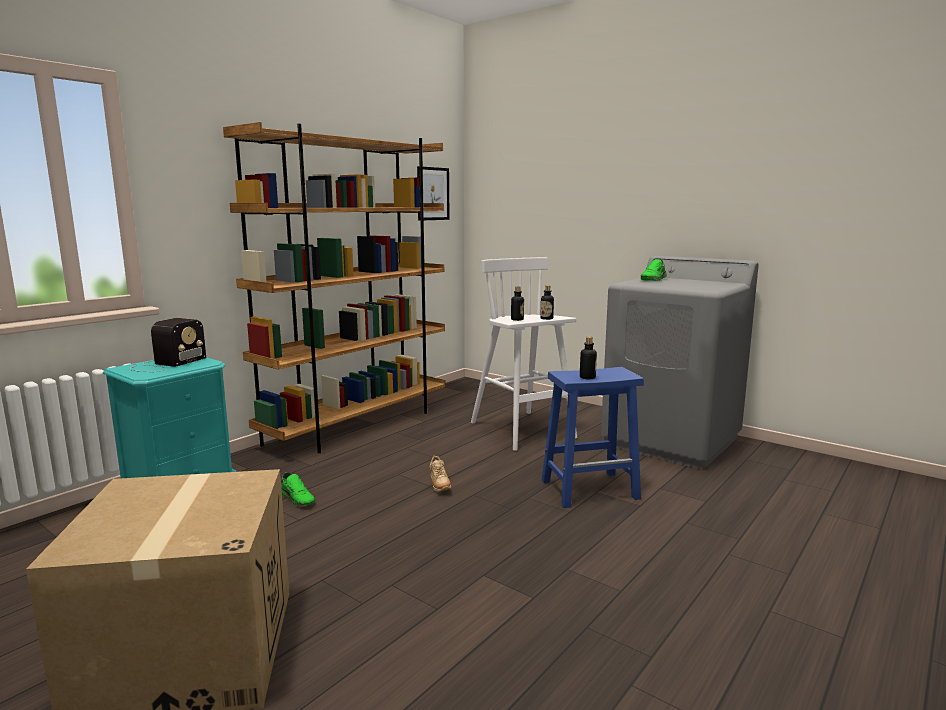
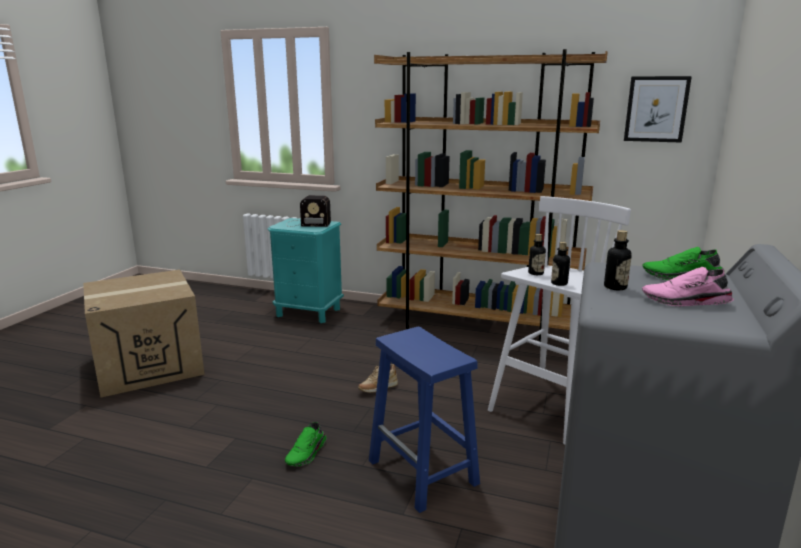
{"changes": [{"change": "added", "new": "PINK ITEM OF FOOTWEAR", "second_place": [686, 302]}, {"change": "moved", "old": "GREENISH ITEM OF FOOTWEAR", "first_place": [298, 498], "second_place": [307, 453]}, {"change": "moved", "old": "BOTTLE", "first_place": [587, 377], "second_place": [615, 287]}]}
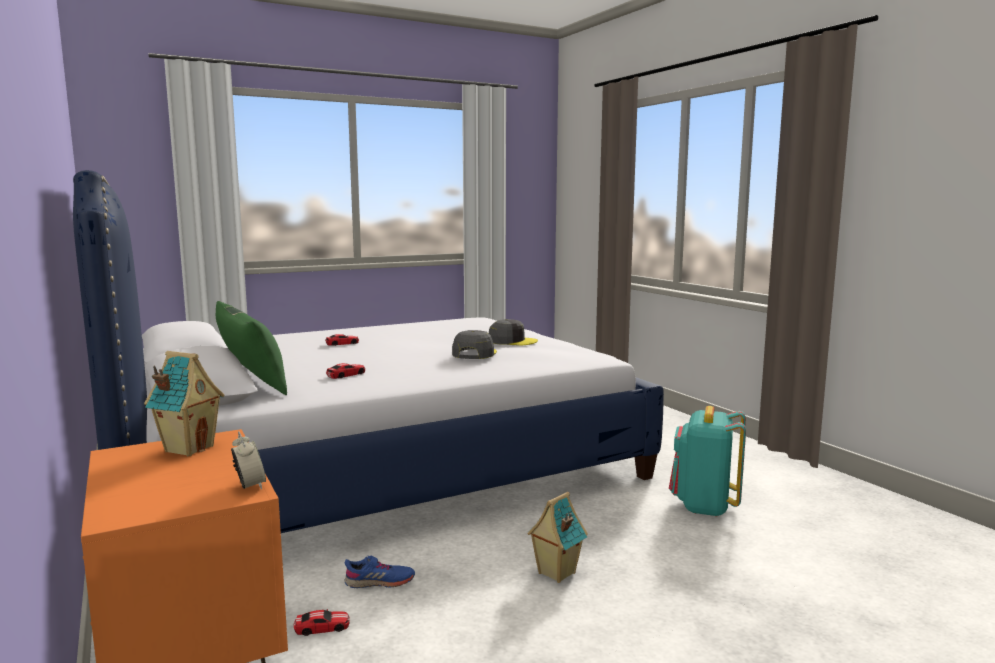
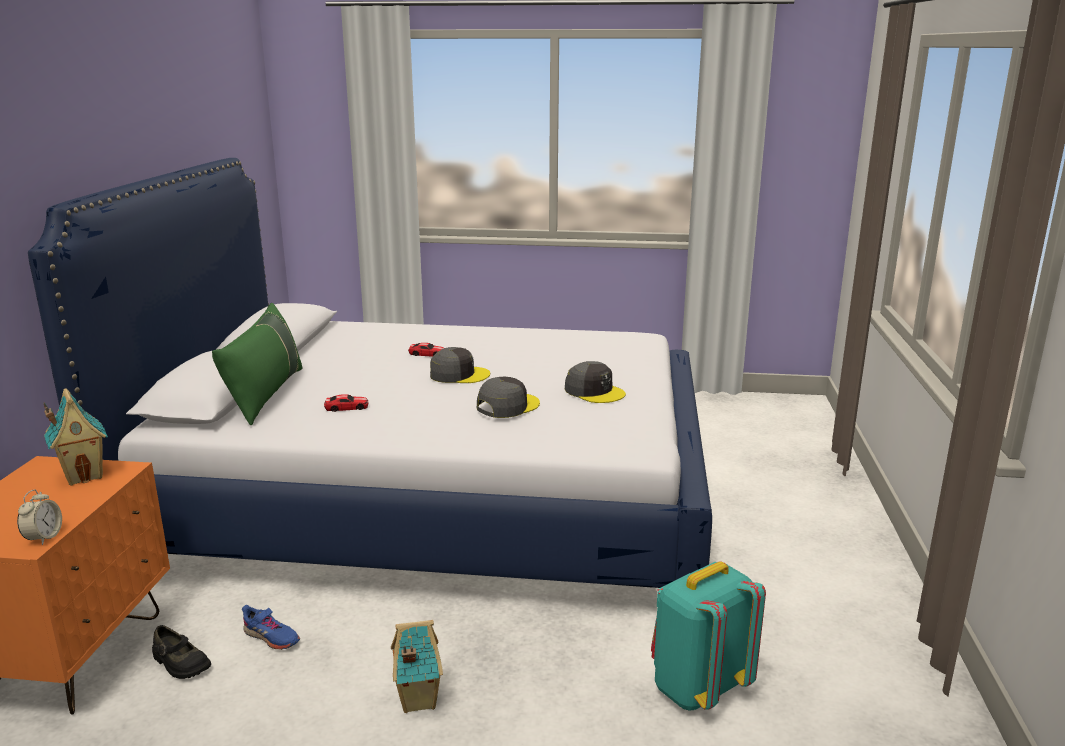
{"changes": [{"change": "added", "new": "GREYISH BASEBALL CAP", "second_place": [459, 375]}, {"change": "replaced", "old": "MINIATURE CAR", "new": "BLACK ITEM OF FOOTWEAR", "first_place": [322, 627], "second_place": [180, 663]}]}
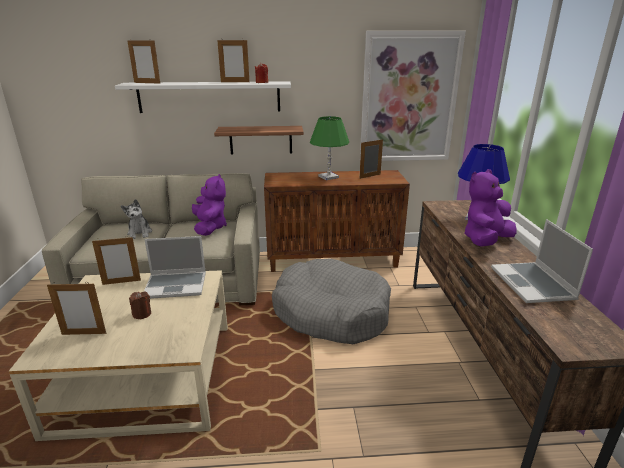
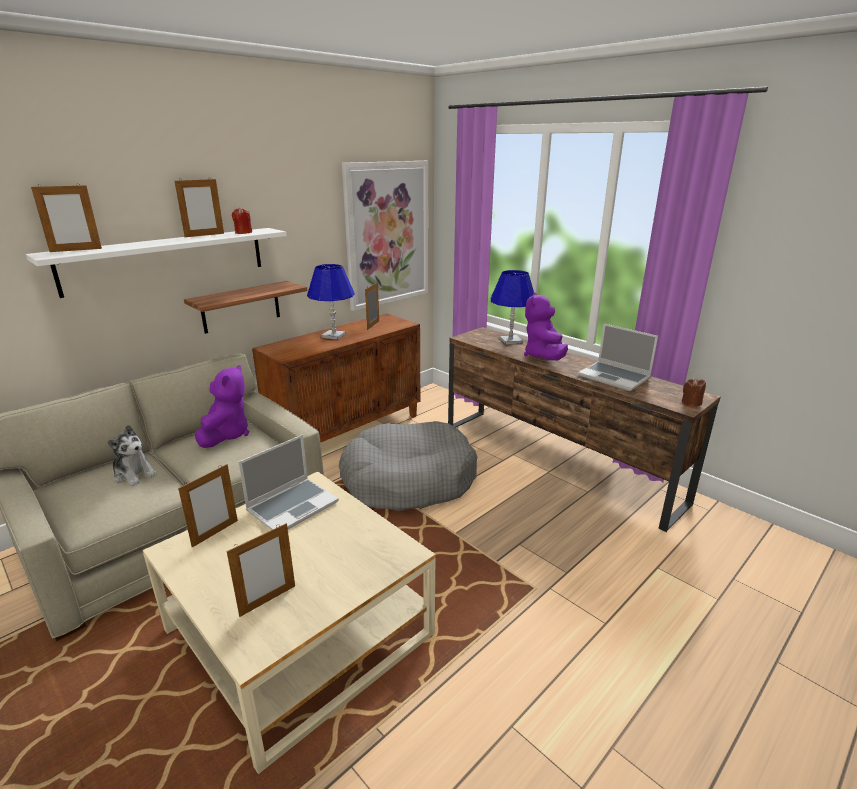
{"changes": [{"change": "moved", "old": "BROWN-COLOURED CANDLE", "first_place": [142, 314], "second_place": [691, 403]}, {"change": "recoloured", "old": "GREENISH LAMP FOR A TABLE", "new": "BLUE-COLOURED LAMP FOR A TABLE", "first_place": [328, 177], "second_place": [333, 335]}, {"change": "turned", "old": "PURPLISH SOFT TOY", "first_place": [210, 227], "second_place": [226, 435], "degrees": 60}]}
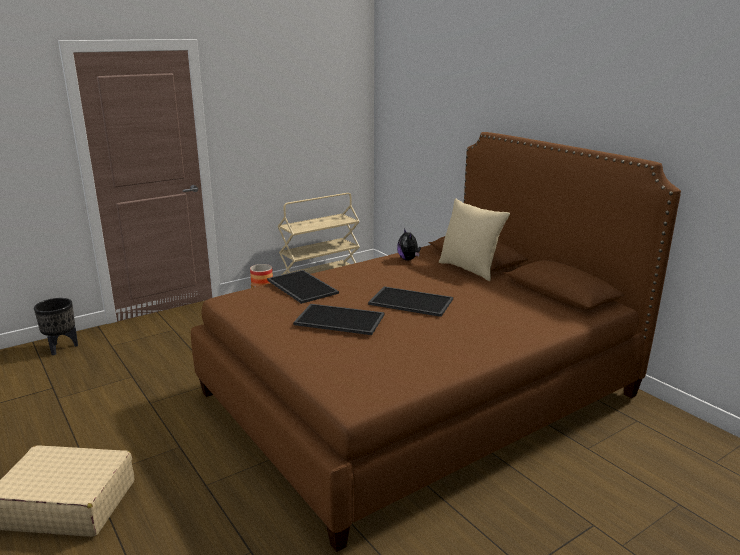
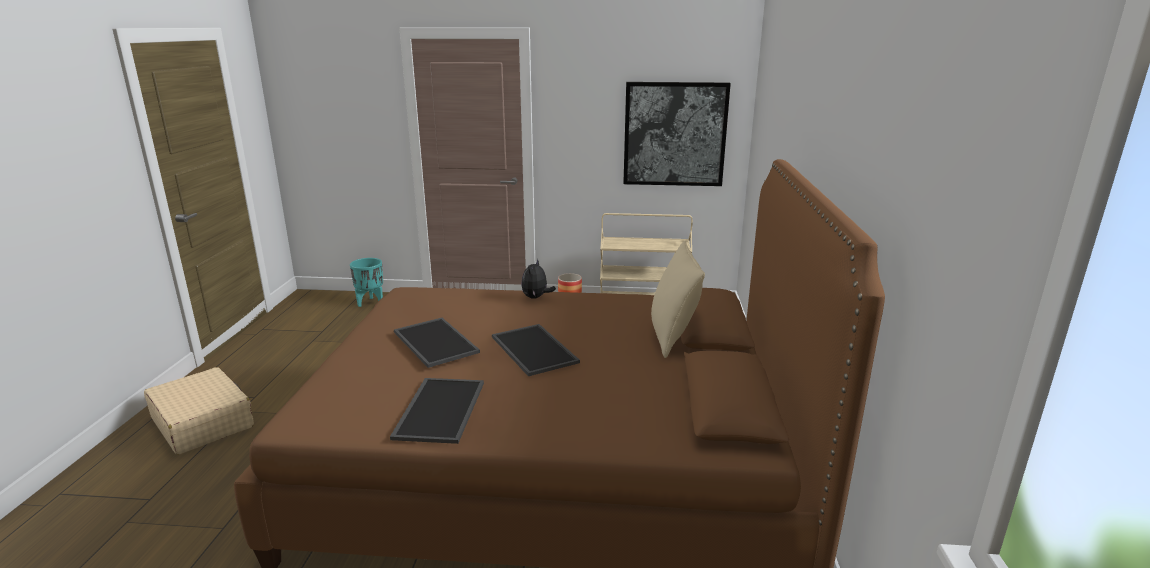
{"changes": [{"change": "added", "new": "WALL ART", "second_place": [674, 134]}, {"change": "moved", "old": "CARRYING TRAY", "first_place": [300, 287], "second_place": [439, 409]}, {"change": "moved", "old": "SOFT TOY", "first_place": [408, 259], "second_place": [536, 297]}, {"change": "recoloured", "old": "BLACK PLANT POT", "new": "TURQUOISE PLANT POT", "first_place": [61, 348], "second_place": [371, 302]}]}
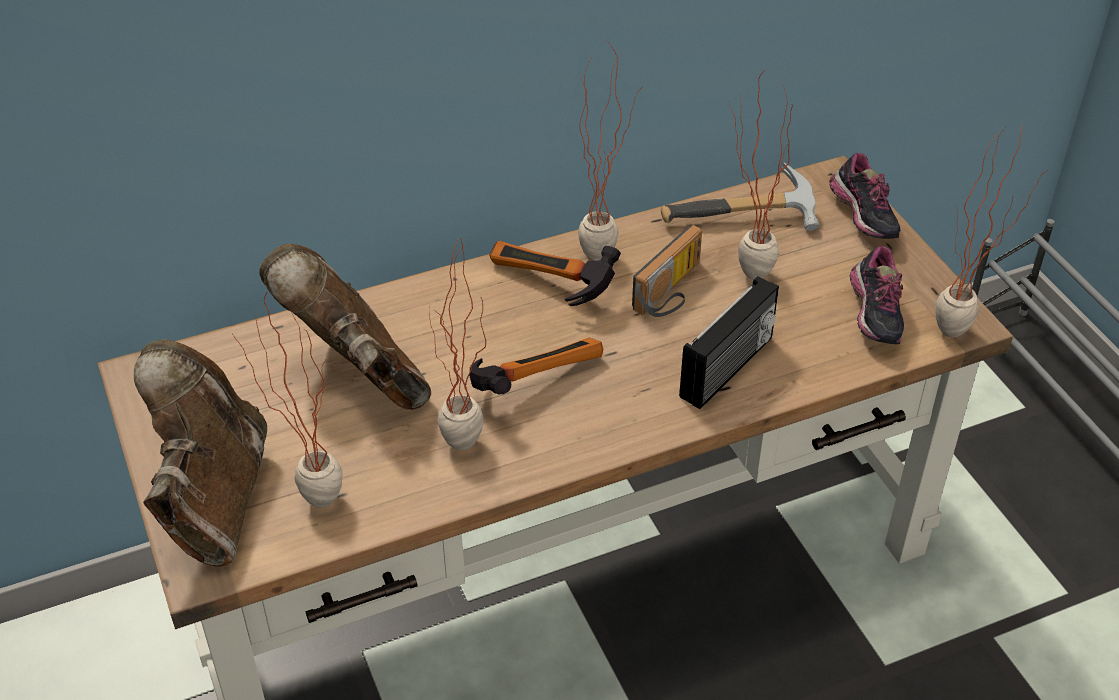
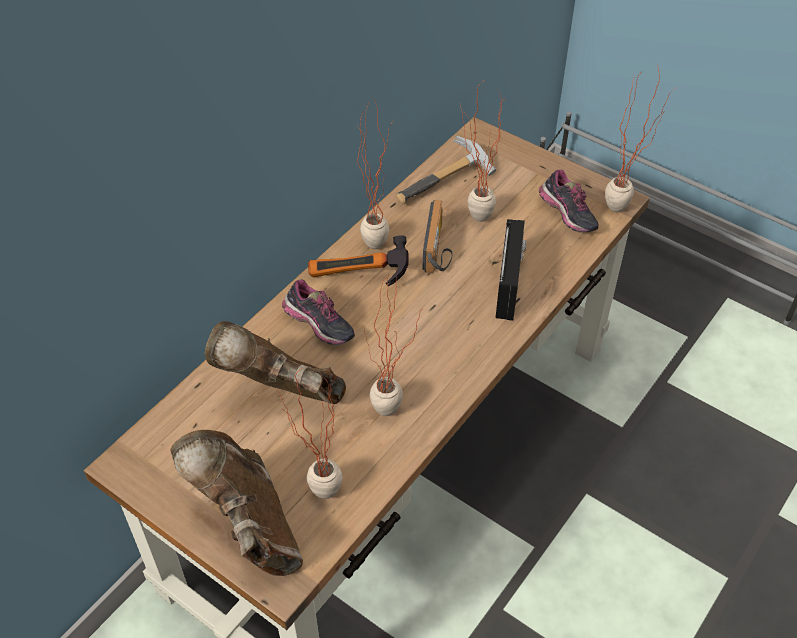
{"changes": [{"change": "removed", "old": "TOOL HAMMER", "first_place": [533, 378]}, {"change": "moved", "old": "ITEM OF FOOTWEAR", "first_place": [862, 218], "second_place": [319, 327]}]}
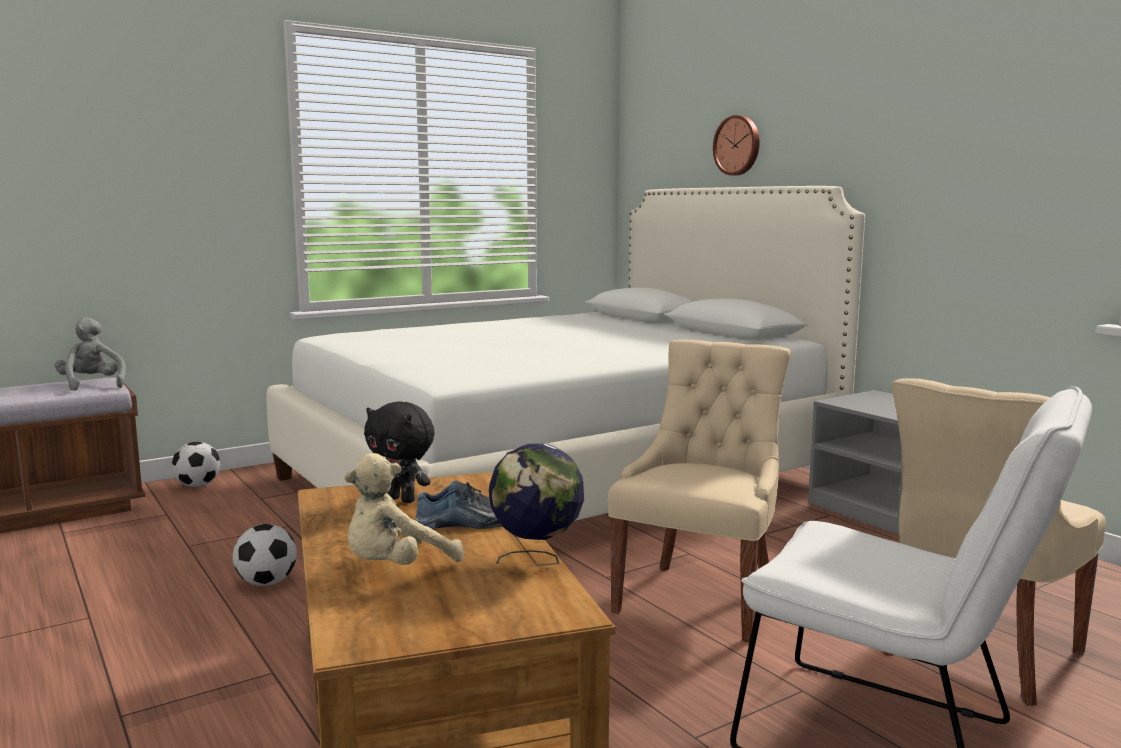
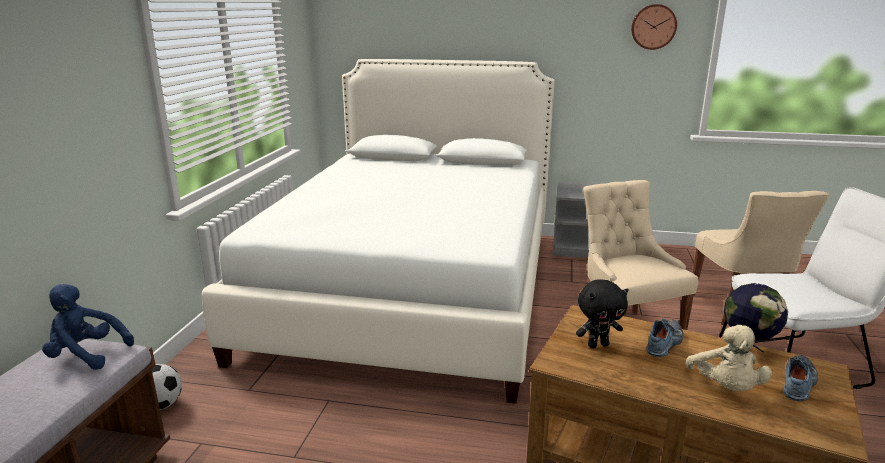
{"changes": [{"change": "removed", "old": "FOOTBALL BALL", "first_place": [267, 583]}, {"change": "added", "new": "ITEM OF FOOTWEAR", "second_place": [799, 383]}, {"change": "moved", "old": "HANGING CLOCK", "first_place": [738, 145], "second_place": [653, 27]}, {"change": "recoloured", "old": "GREYISH SOFT TOY", "new": "BLUE-COLOURED SOFT TOY", "first_place": [92, 385], "second_place": [86, 355]}]}
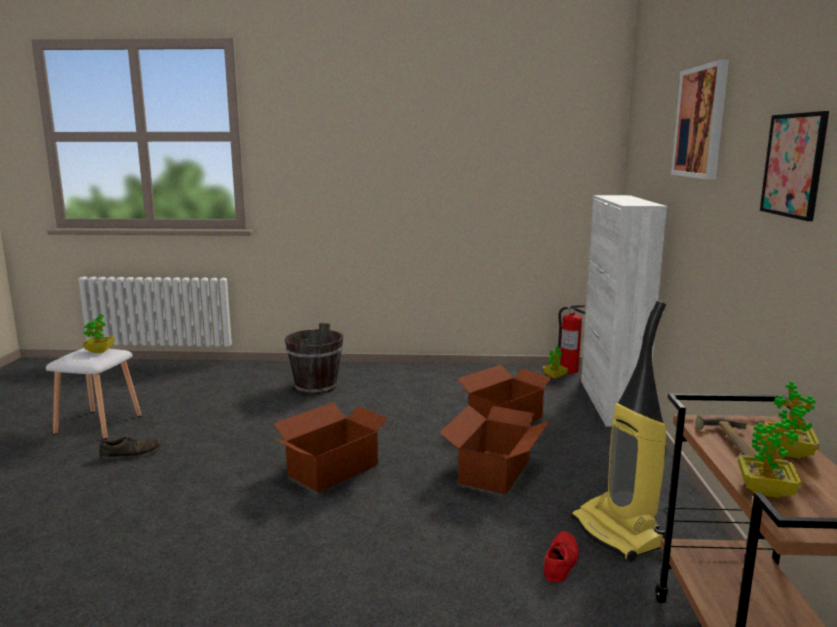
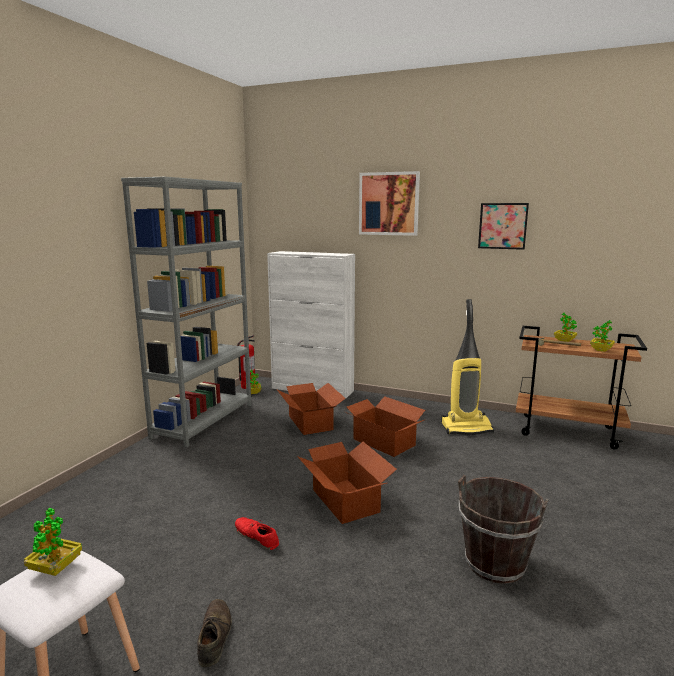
{"changes": [{"change": "added", "new": "GREYISH SHELVING UNIT", "second_place": [204, 421]}, {"change": "moved", "old": "BROWN-COLOURED BUCKET", "first_place": [316, 387], "second_place": [495, 563]}, {"change": "moved", "old": "RED-COLOURED ITEM OF FOOTWEAR", "first_place": [560, 562], "second_place": [257, 537]}]}
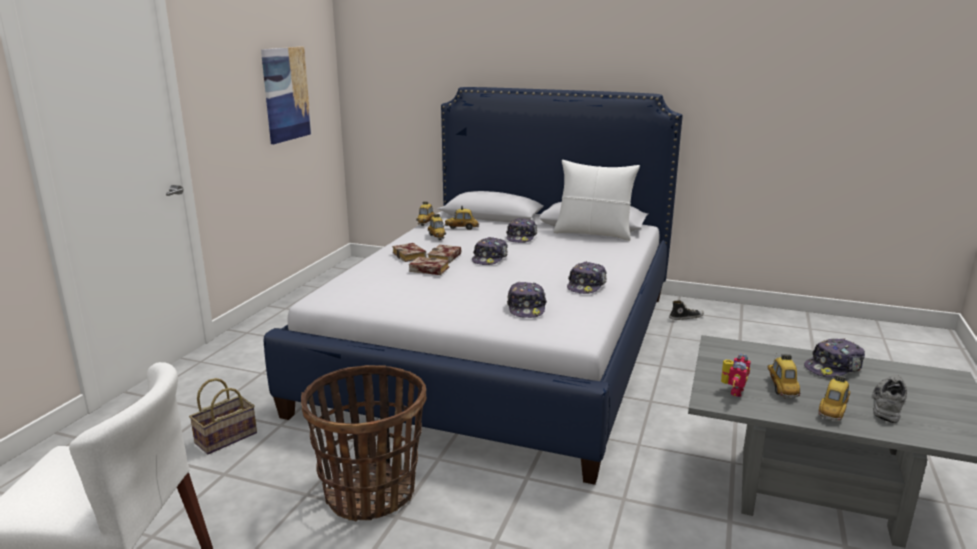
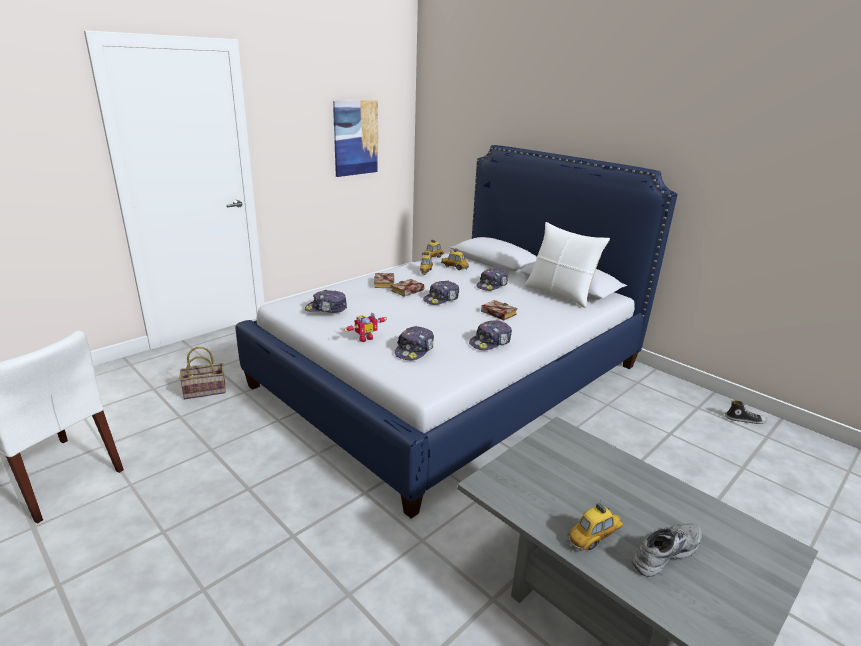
{"changes": [{"change": "removed", "old": "BASKET", "first_place": [370, 493]}, {"change": "removed", "old": "MINIATURE CAR", "first_place": [781, 388]}, {"change": "moved", "old": "BOUND BOOK", "first_place": [427, 270], "second_place": [497, 313]}, {"change": "moved", "old": "ITEM OF FOOTWEAR", "first_place": [686, 317], "second_place": [745, 420]}, {"change": "moved", "old": "MODEL ROBOT", "first_place": [732, 390], "second_place": [364, 338]}, {"change": "moved", "old": "BASEBALL CAP", "first_place": [833, 367], "second_place": [326, 309]}]}
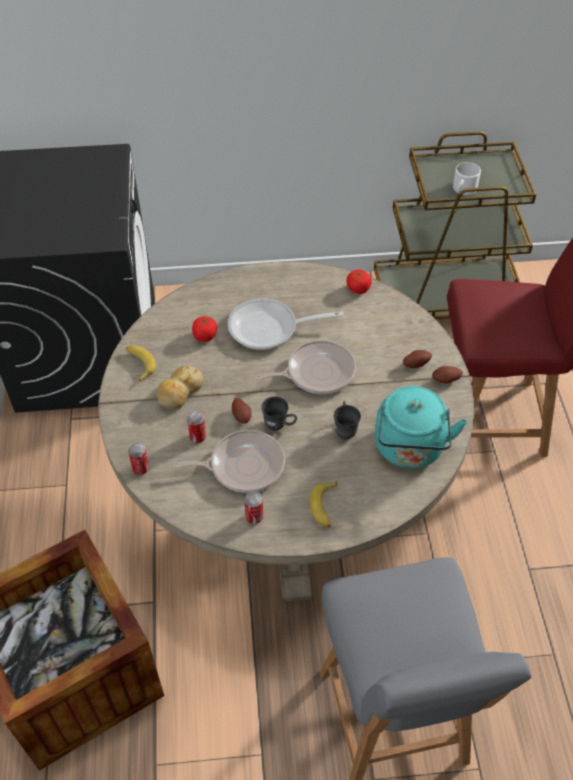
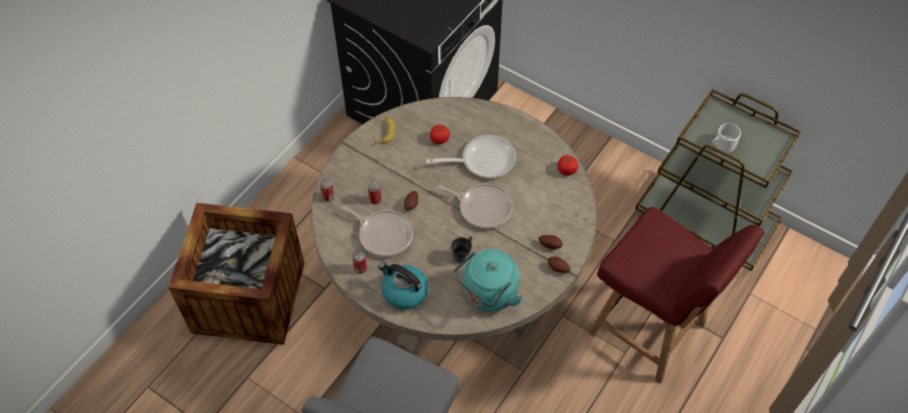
{"changes": [{"change": "removed", "old": "BREAD", "first_place": [179, 393]}, {"change": "removed", "old": "GREYISH TEA MUG", "first_place": [279, 425]}, {"change": "replaced", "old": "BANANA FRUIT", "new": "WATER KETTLE", "first_place": [325, 507], "second_place": [404, 292]}, {"change": "turned", "old": "PAN", "first_place": [269, 328], "second_place": [483, 160], "degrees": 135}]}
